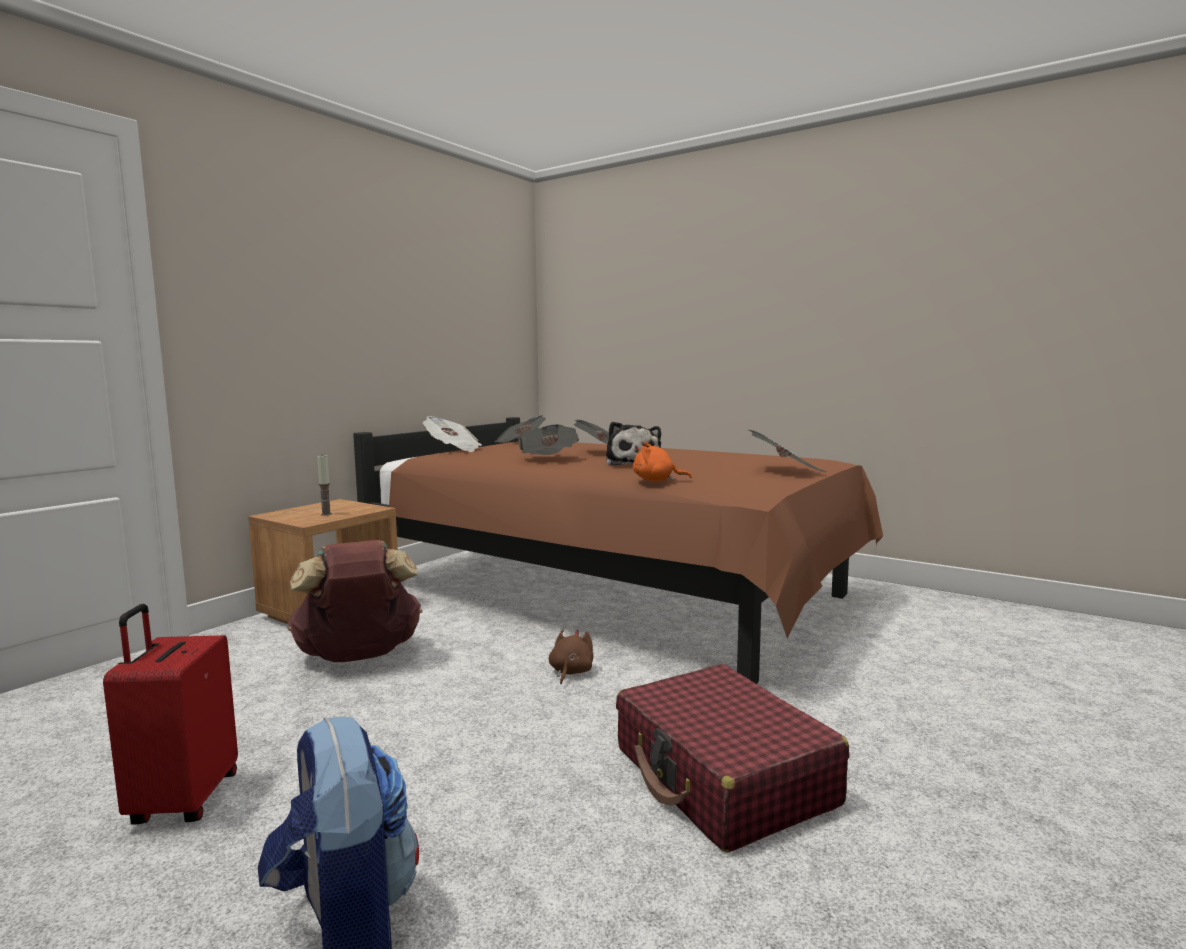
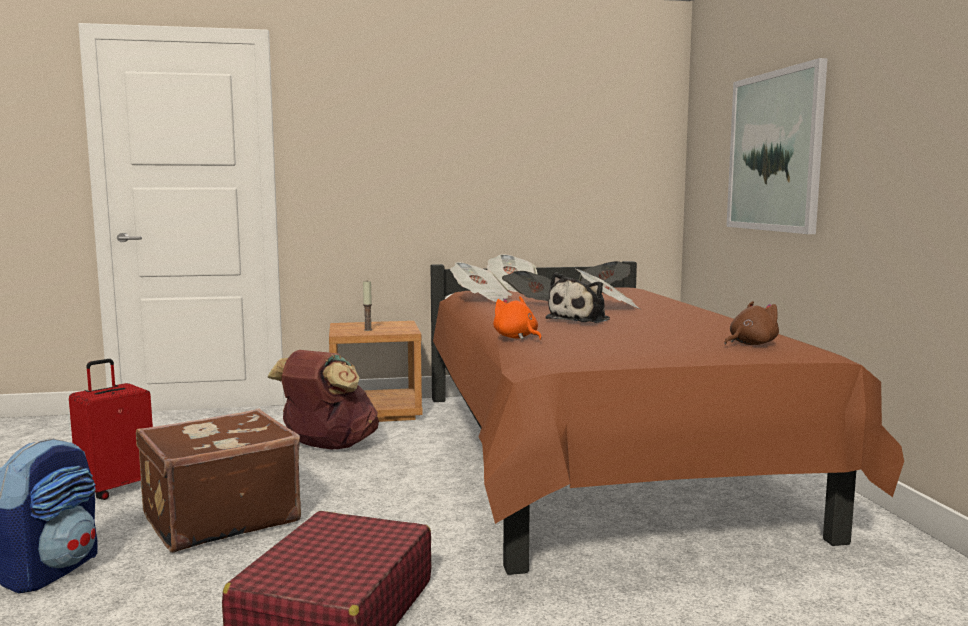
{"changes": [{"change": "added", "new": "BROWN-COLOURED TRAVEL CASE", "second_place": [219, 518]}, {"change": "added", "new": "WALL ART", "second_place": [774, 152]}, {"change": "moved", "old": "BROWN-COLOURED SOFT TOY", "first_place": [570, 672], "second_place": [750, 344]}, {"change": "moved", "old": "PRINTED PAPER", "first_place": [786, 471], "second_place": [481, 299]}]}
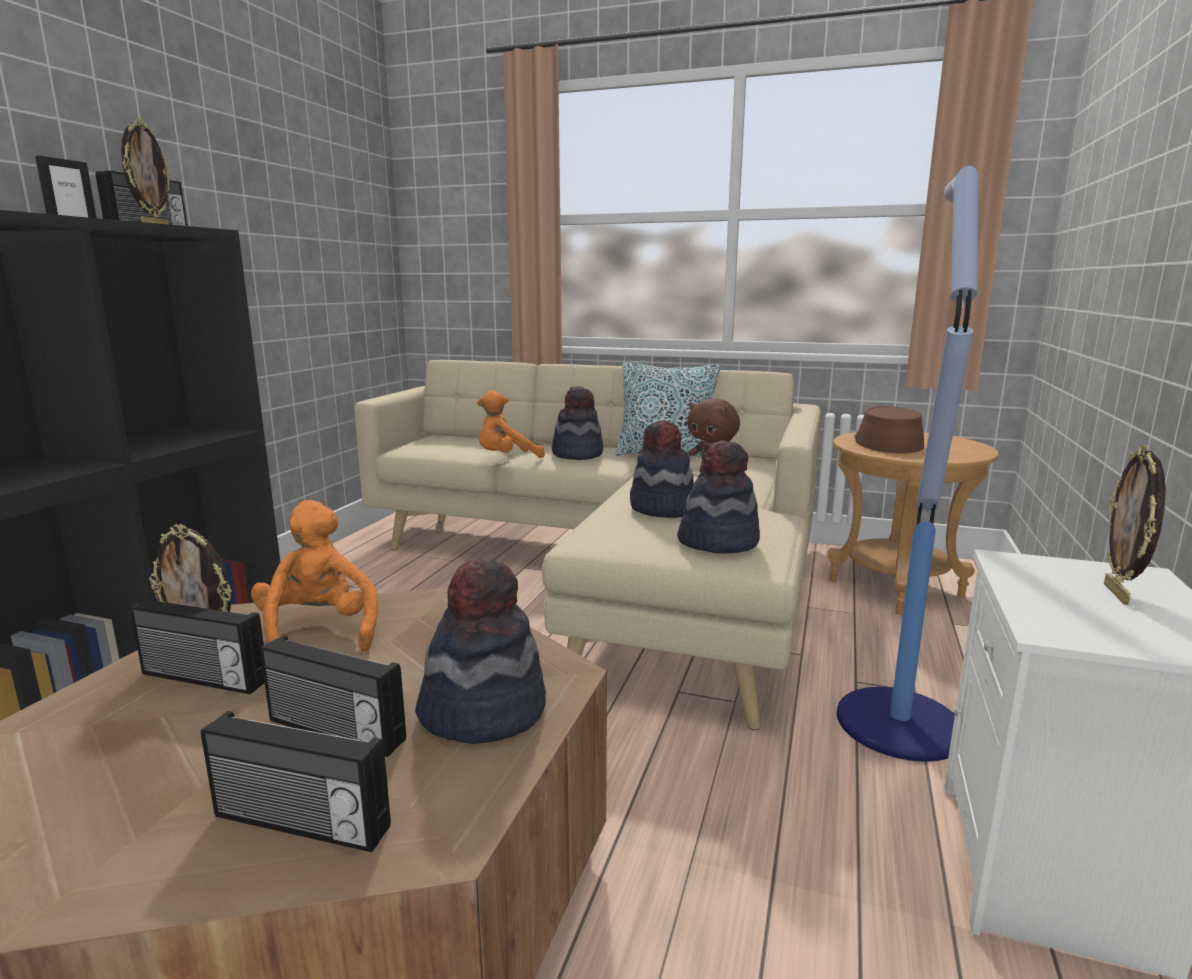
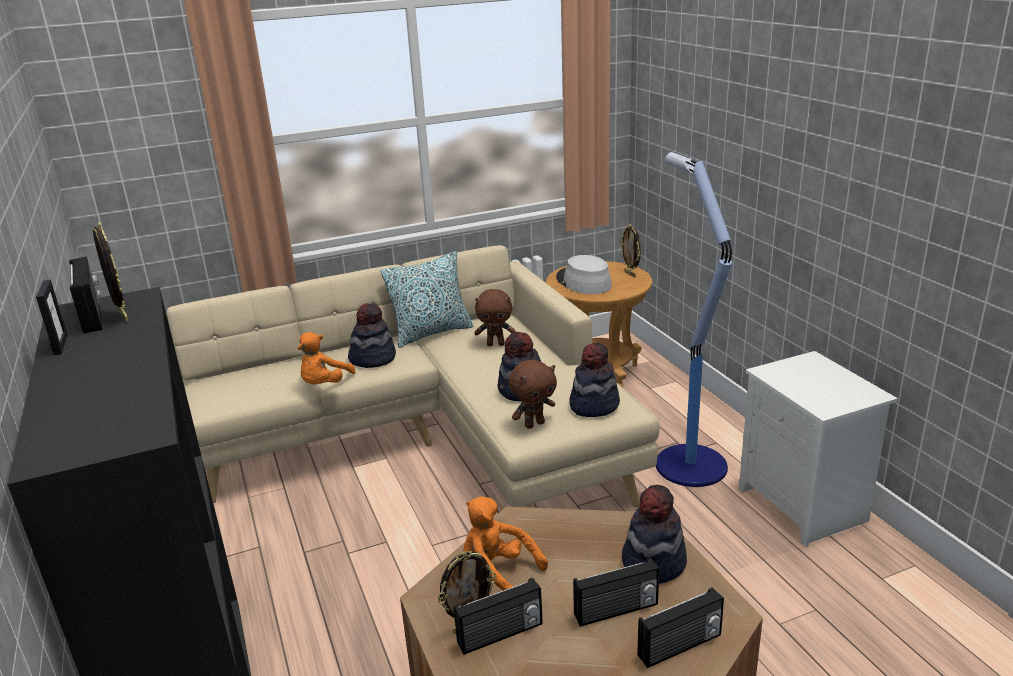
{"changes": [{"change": "added", "new": "BROWN-COLOURED SOFT TOY", "second_place": [534, 424]}, {"change": "moved", "old": "PICTURE FRAME", "first_place": [1118, 594], "second_place": [630, 274]}, {"change": "recoloured", "old": "BROWN-COLOURED CLOTHING HAT", "new": "GREYISH CLOTHING HAT", "first_place": [887, 442], "second_place": [583, 282]}]}
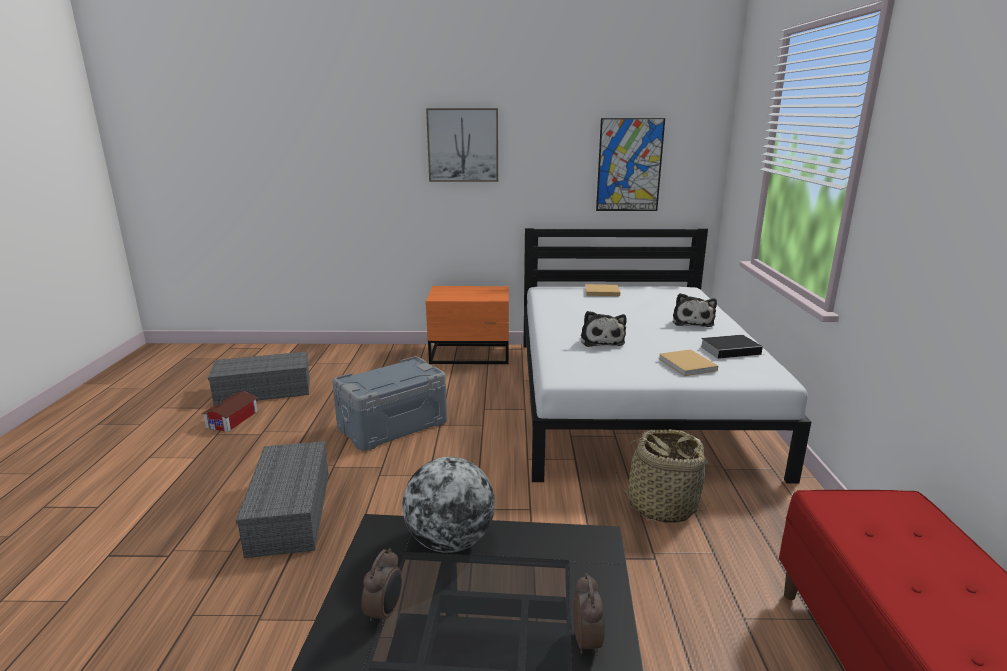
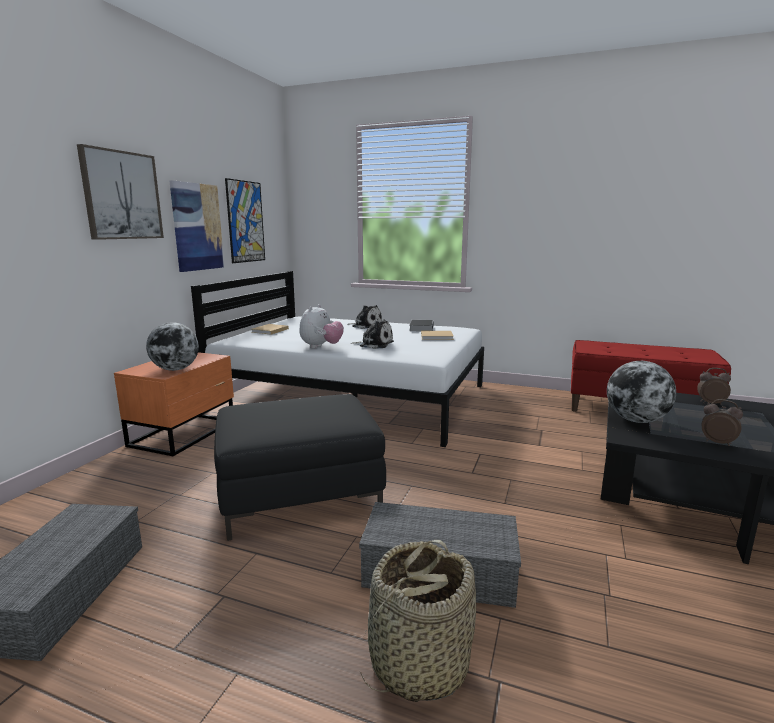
{"changes": [{"change": "removed", "old": "MINIATURE HOUSE", "first_place": [234, 419]}, {"change": "added", "new": "WORLD GLOBE", "second_place": [175, 369]}, {"change": "added", "new": "WALL ART", "second_place": [197, 227]}, {"change": "added", "new": "SOFT TOY", "second_place": [321, 347]}, {"change": "moved", "old": "BASKET", "first_place": [661, 505], "second_place": [418, 662]}, {"change": "replaced", "old": "GREYISH STORAGE BIN", "new": "BLACK FOOTREST", "first_place": [392, 425], "second_place": [299, 493]}]}
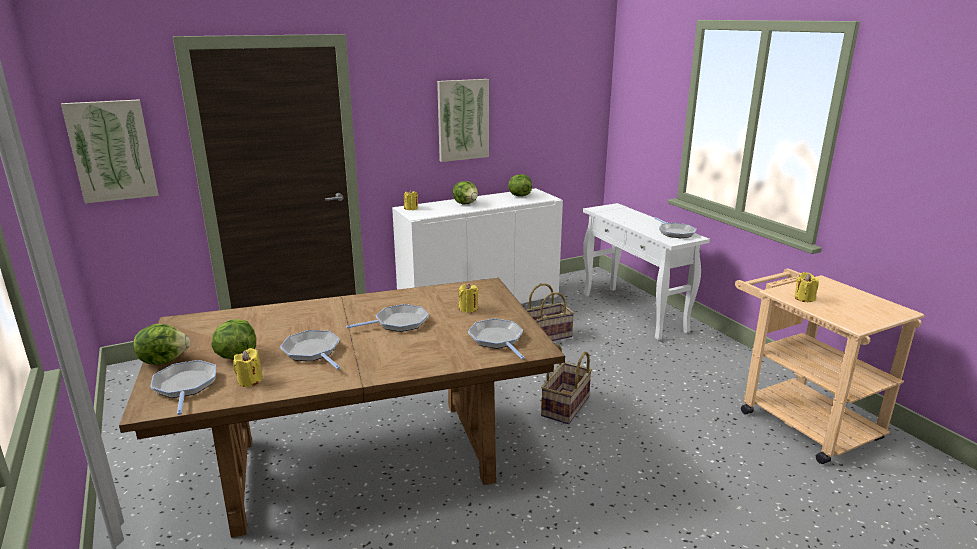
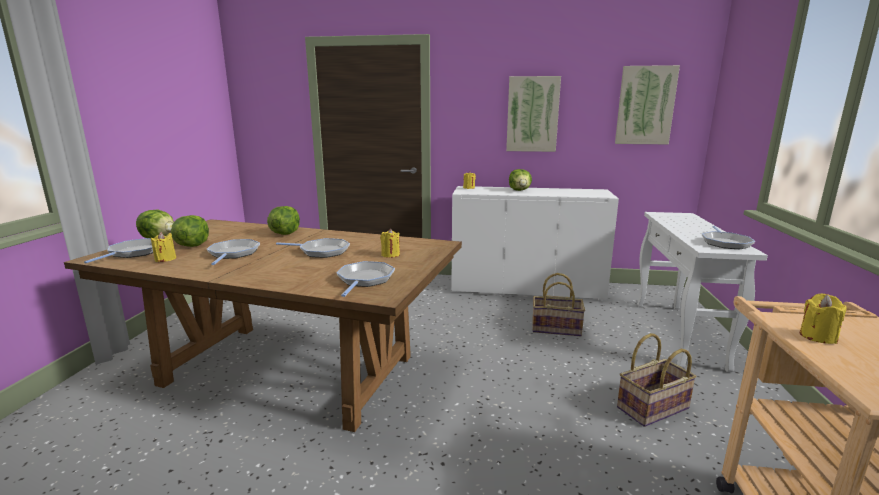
{"changes": [{"change": "moved", "old": "WALL ART", "first_place": [112, 151], "second_place": [645, 105]}, {"change": "moved", "old": "LETTUCE HEAD", "first_place": [519, 196], "second_place": [285, 233]}, {"change": "moved", "old": "BASKET", "first_place": [566, 407], "second_place": [653, 408]}]}
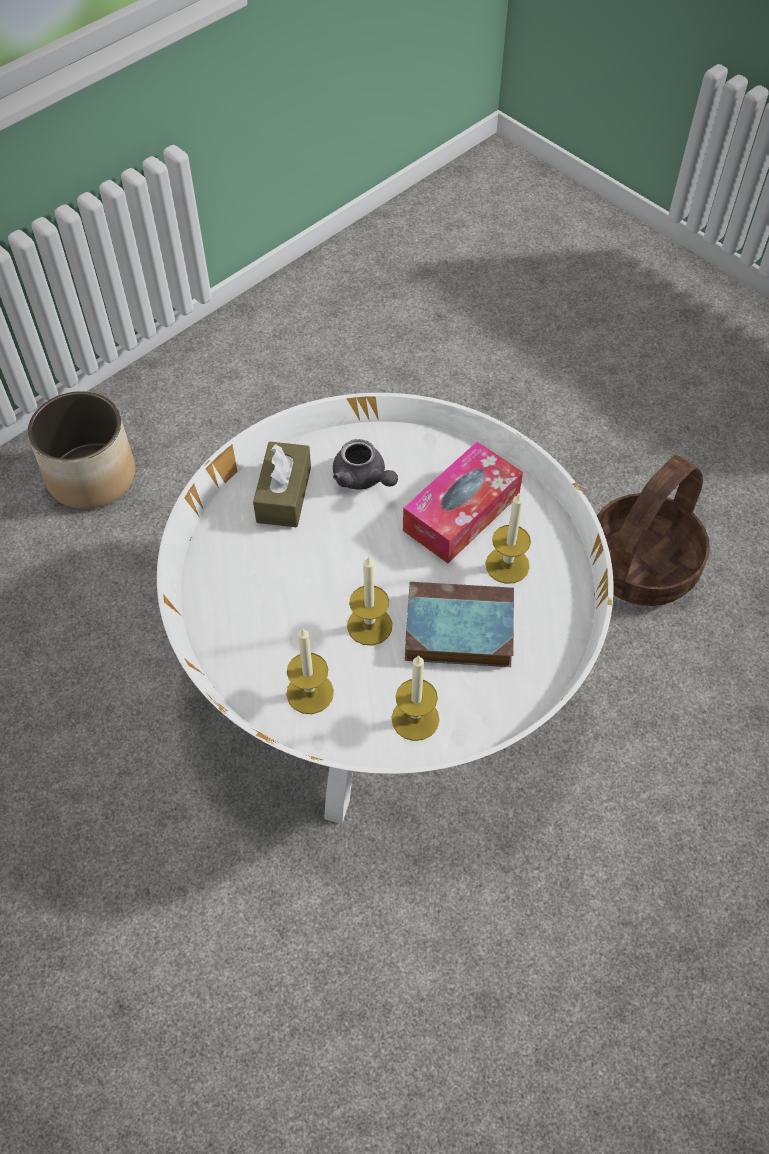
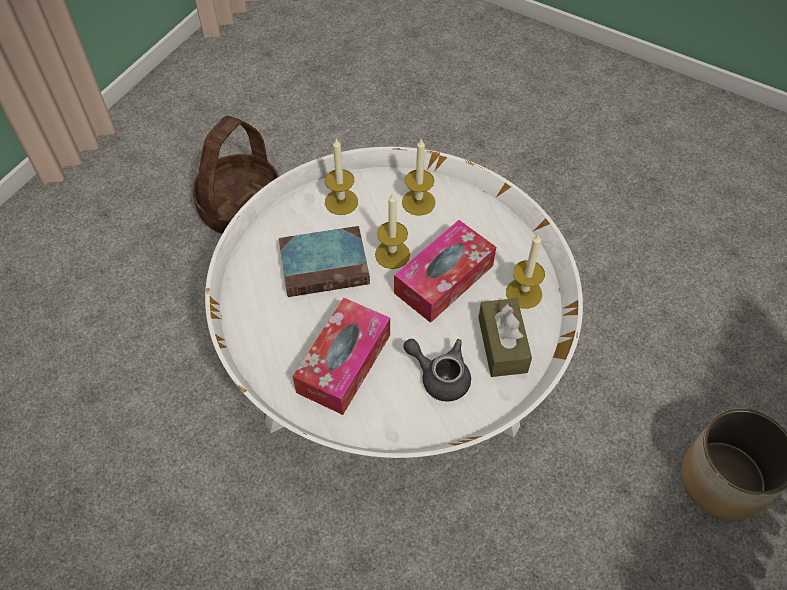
{"changes": [{"change": "added", "new": "BOX OF TISSUES", "second_place": [444, 279]}, {"change": "moved", "old": "CANDLE", "first_place": [507, 565], "second_place": [524, 293]}, {"change": "moved", "old": "BASKET", "first_place": [642, 566], "second_place": [241, 207]}]}
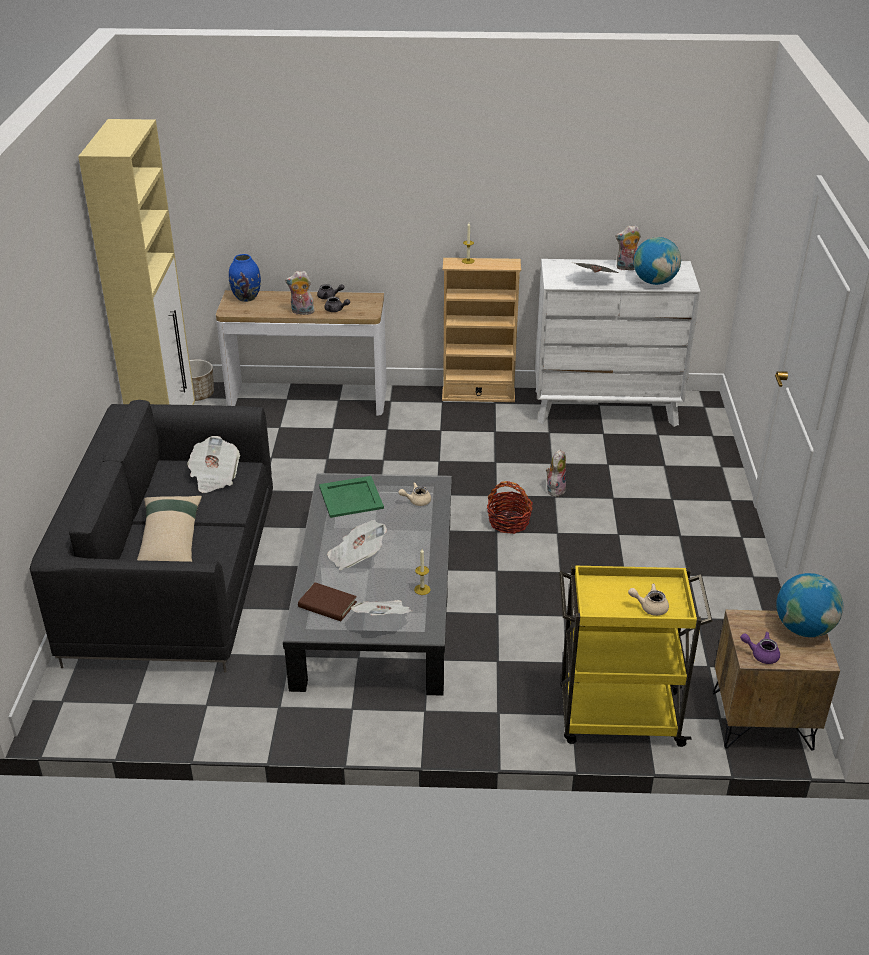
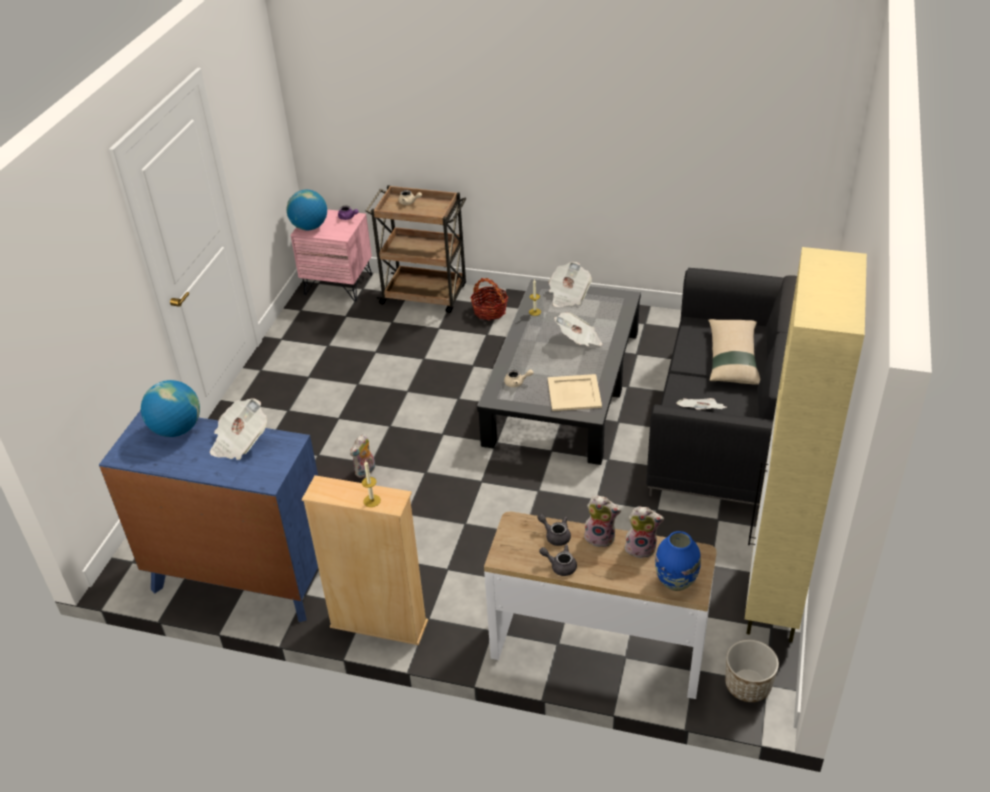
{"changes": [{"change": "removed", "old": "BROWN-COLOURED BOUND BOOK", "first_place": [327, 605]}, {"change": "moved", "old": "BASKET", "first_place": [509, 522], "second_place": [489, 311]}, {"change": "moved", "old": "SOFT TOY", "first_place": [627, 268], "second_place": [641, 548]}, {"change": "recoloured", "old": "GREENISH CARRYING TRAY", "new": "SAND-COLOURED CARRYING TRAY", "first_place": [350, 497], "second_place": [574, 392]}, {"change": "recoloured", "old": "WHITE-COLOURED CHEST OF DRAWERS", "new": "BLUE-COLOURED CHEST OF DRAWERS", "first_place": [605, 407], "second_place": [242, 577]}, {"change": "recoloured", "old": "YELLOW CART", "new": "BROWN-COLOURED CART", "first_place": [617, 717], "second_place": [425, 295]}, {"change": "recoloured", "old": "BROWN-COLOURED NIGHT TABLE", "new": "PINK NIGHT TABLE", "first_place": [761, 721], "second_place": [338, 284]}]}
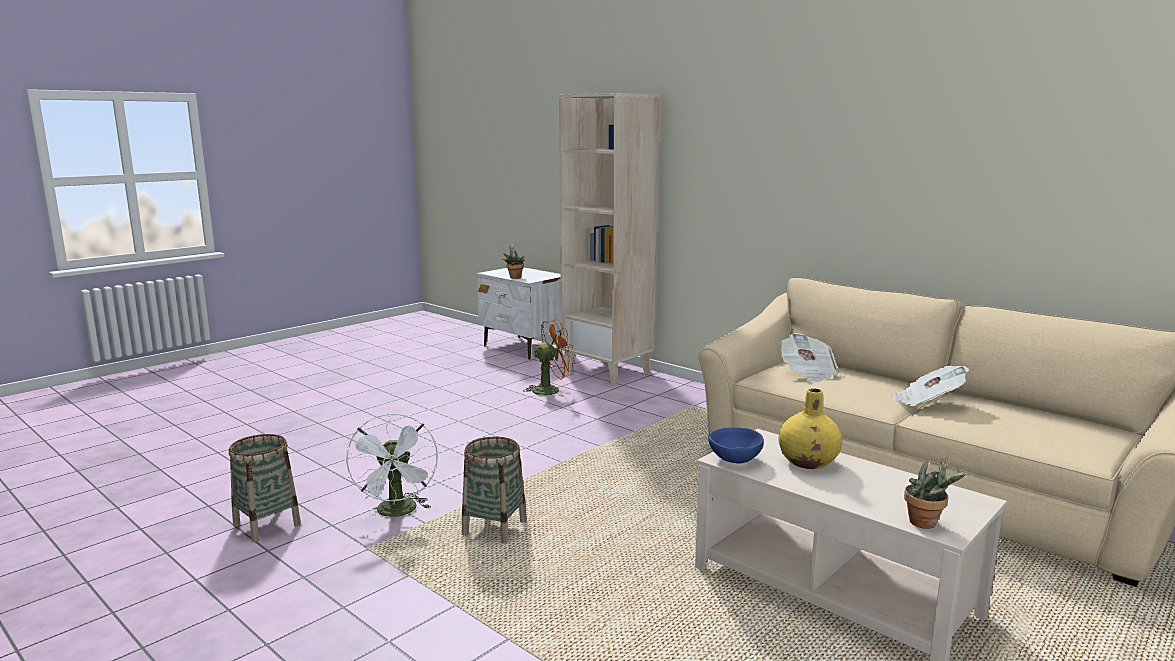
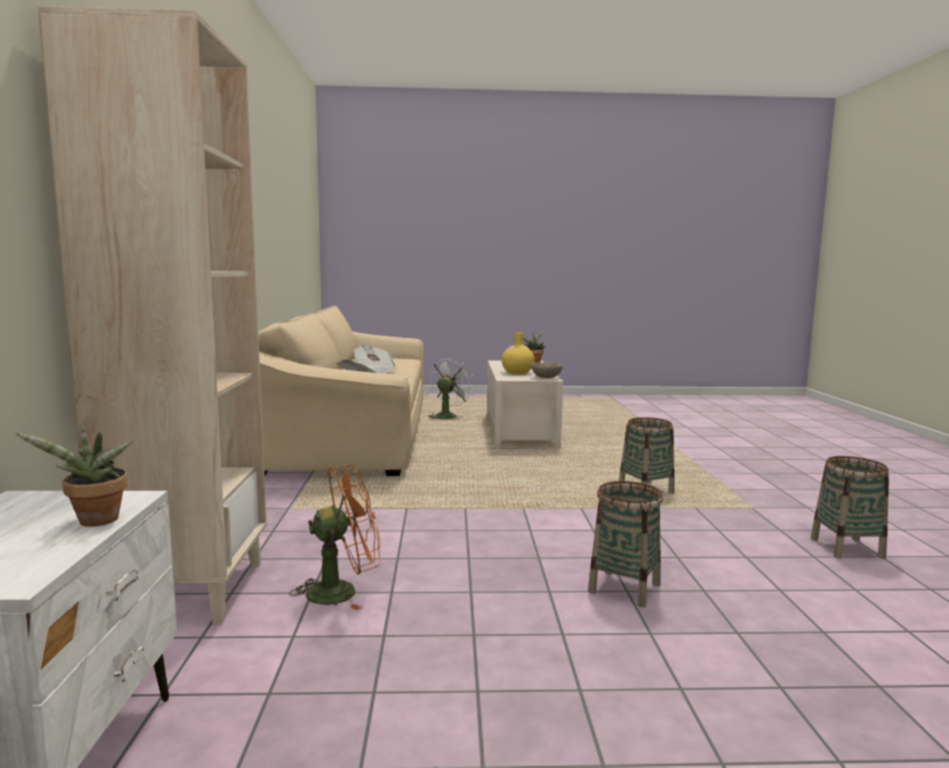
{"changes": [{"change": "added", "new": "BASKET", "second_place": [624, 588]}, {"change": "moved", "old": "WHITE-COLOURED COOLING FAN", "first_place": [398, 513], "second_place": [447, 416]}, {"change": "recoloured", "old": "BLUE-COLOURED BOWL", "new": "SAND-COLOURED BOWL", "first_place": [734, 459], "second_place": [546, 378]}, {"change": "turned", "old": "ORANGE COOLING FAN", "first_place": [551, 390], "second_place": [342, 591], "degrees": 135}]}
